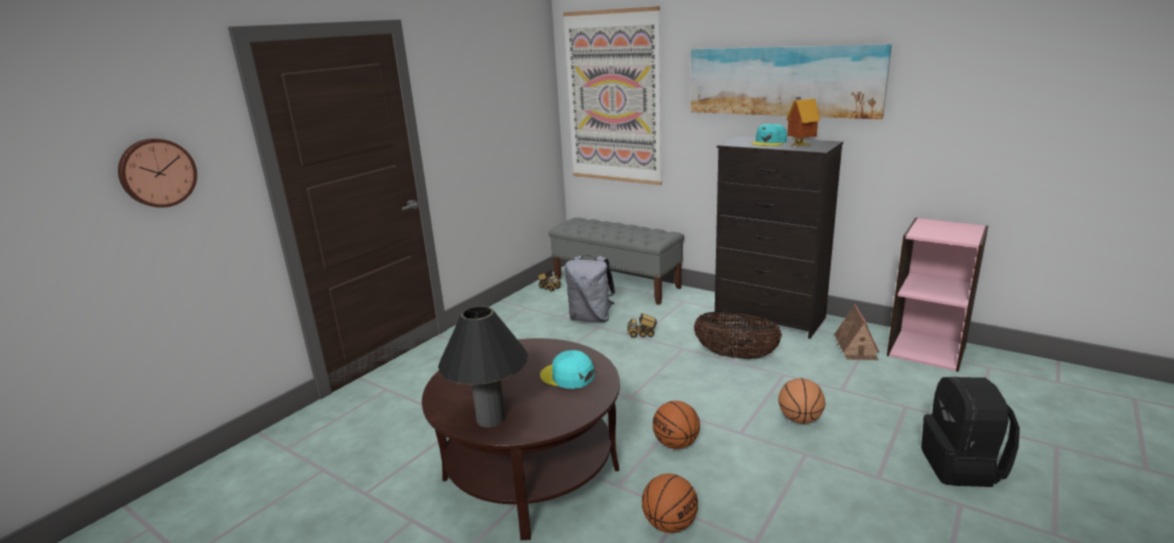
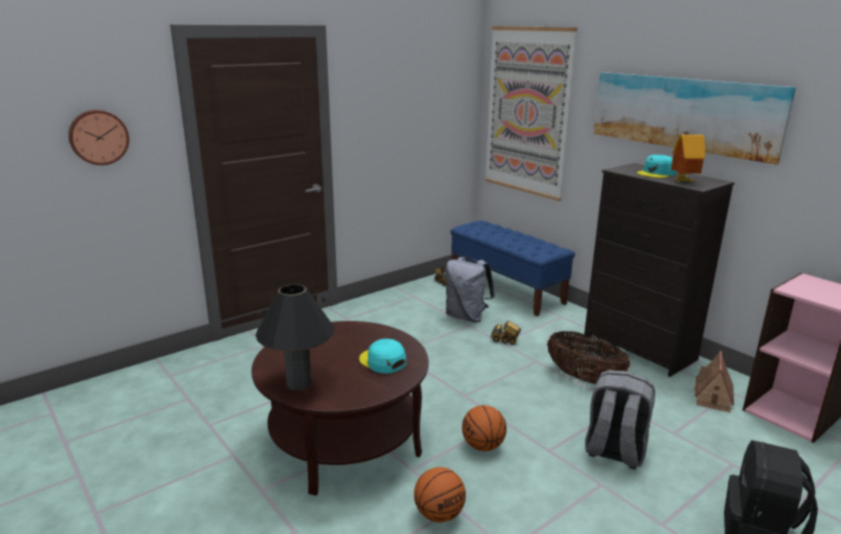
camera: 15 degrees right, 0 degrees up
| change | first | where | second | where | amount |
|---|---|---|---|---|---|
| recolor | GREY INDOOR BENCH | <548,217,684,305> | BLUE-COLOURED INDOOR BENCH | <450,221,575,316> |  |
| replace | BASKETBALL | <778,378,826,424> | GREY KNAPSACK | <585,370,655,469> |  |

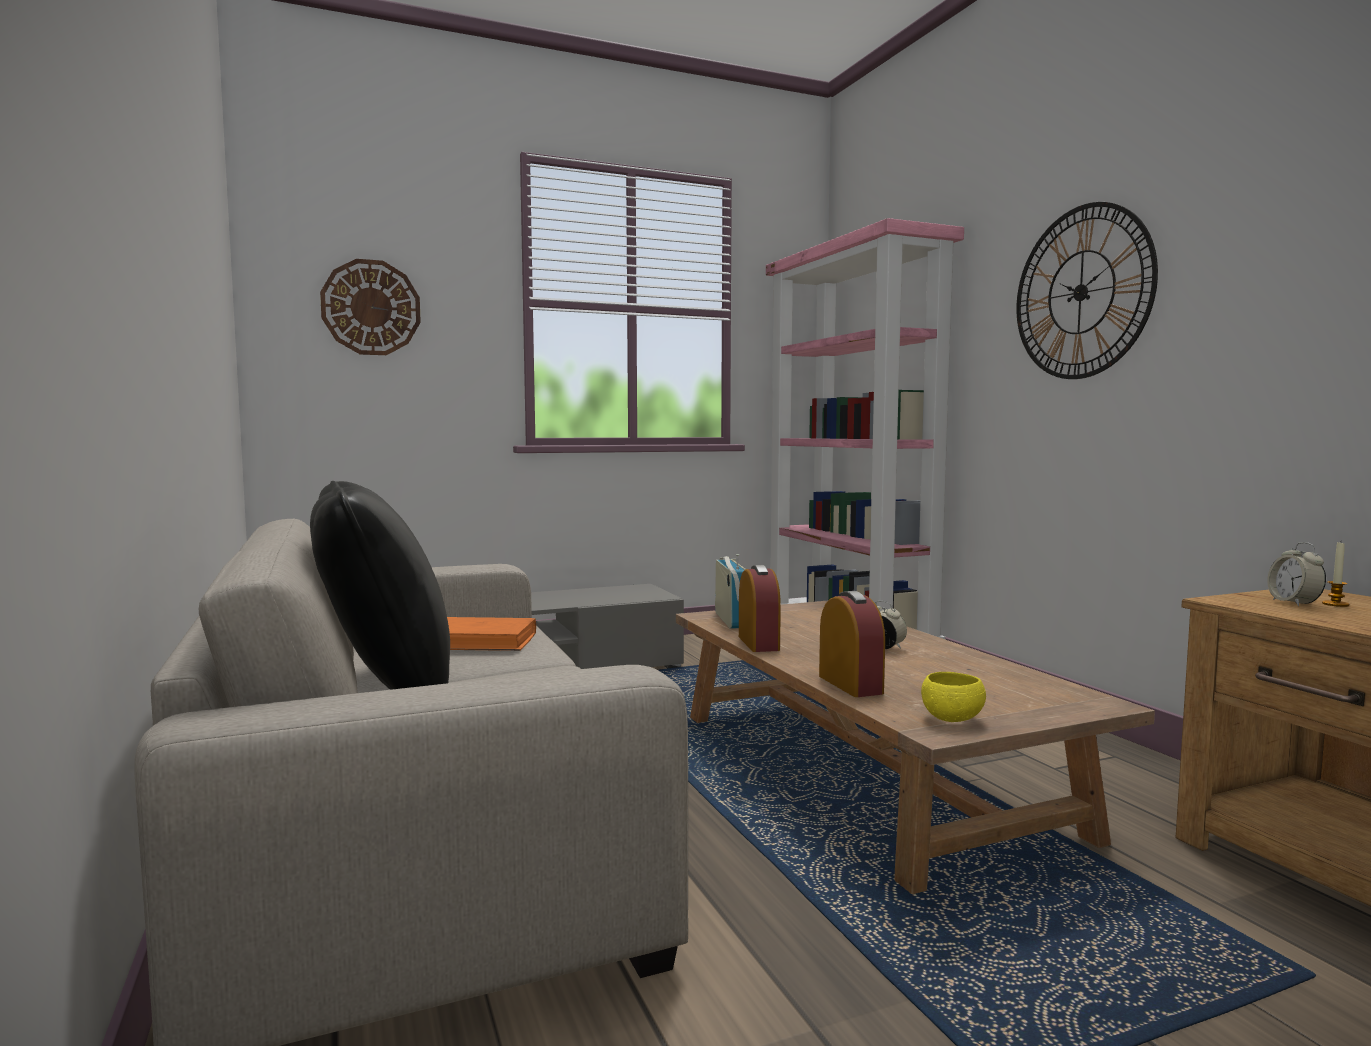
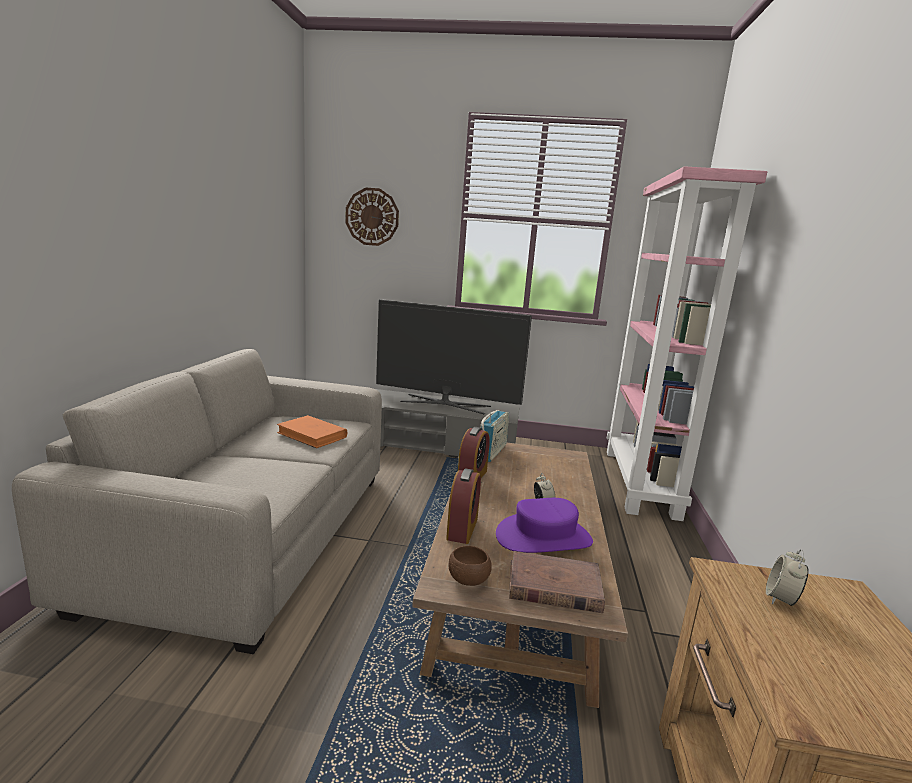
camera: 30 degrees right, 10 degrees up
| change | first | where | second | where | amount |
|---|---|---|---|---|---|
| delete | WALL CLOCK | <1016,202,1158,379> |  |  |  |
| delete | BLACKISH THROW PILLOW | <310,481,450,690> |  |  |  |
| delete | CANDLE | <1322,542,1349,607> |  |  |  |
| recolor | YELLOW BOWL | <921,672,986,722> | BROWNISH BOWL | <449,546,492,586> |  |
| insert |  |  | TV SET | <376,299,532,414> |  |
| insert |  |  | PURPLE-COLOURED HAT | <496,498,593,553> |  |
| insert |  |  | BROWNISH VOLUME | <509,551,605,613> |  |

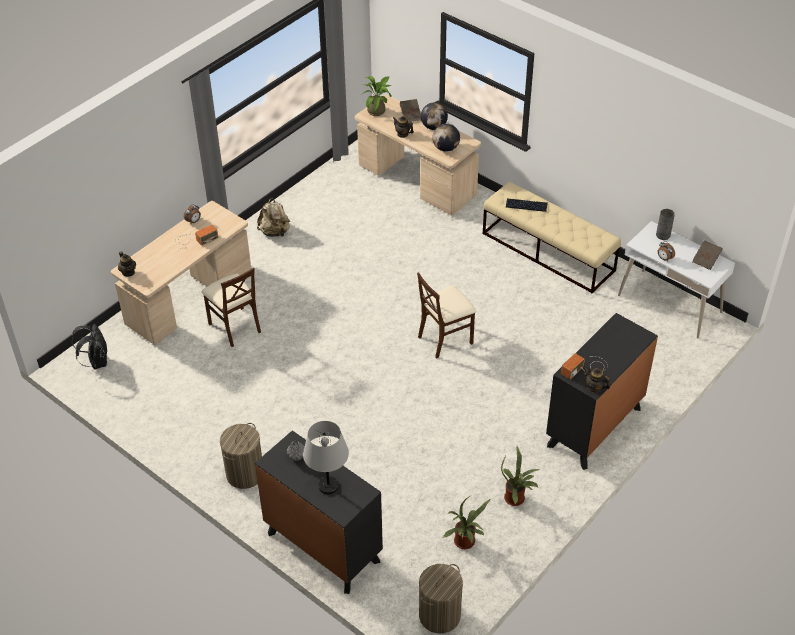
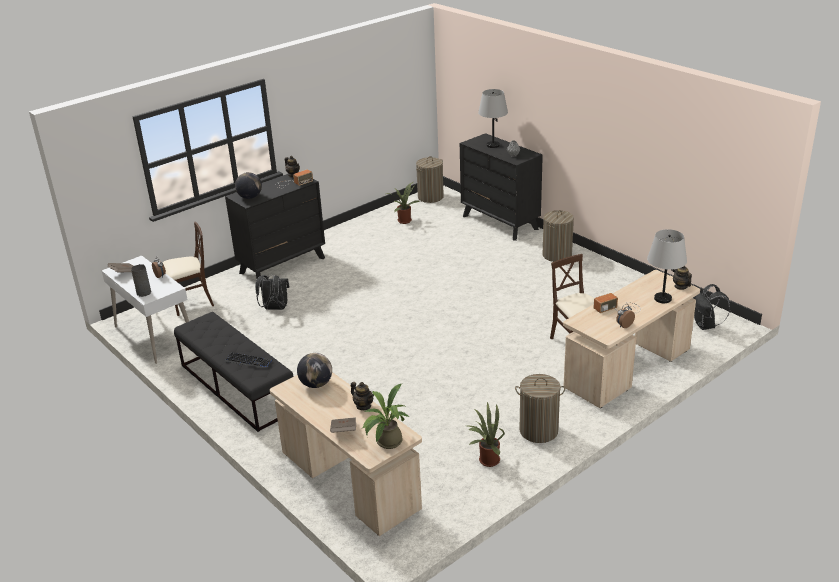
camera: 170 degrees left, 15 degrees down
| change | first | where | second | where | amount |
|---|---|---|---|---|---|
| move | GLOBE | <421,103,448,130> |  | <235,172,262,199> |  |
| recolor | BEIGE INDOOR BENCH | <483,181,621,294> | BLACKISH INDOOR BENCH | <174,312,294,432> |  |
| replace | BEIGE KNAPSACK | <257,198,290,237> | LAUNDRY BASKET | <515,374,565,443> |  |
| move | BEIGE PLAIN CHAIR | <417,272,476,359> |  | <163,222,214,316> |  |
| move | HOUSEPLANT | <501,447,540,506> |  | <468,401,505,467> |  |
| insert |  |  | GREY TABLETOP LAMP | <647,229,687,303> |  |
| insert |  |  | BLACKISH KNAPSACK | <255,275,290,310> |  |

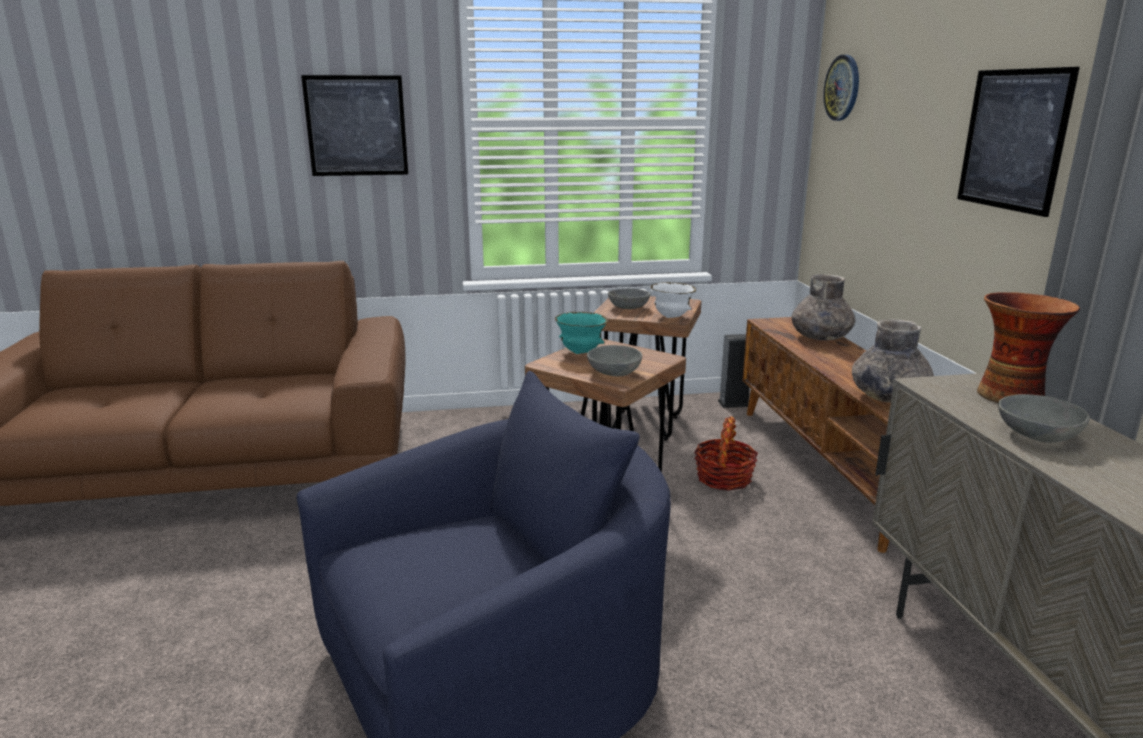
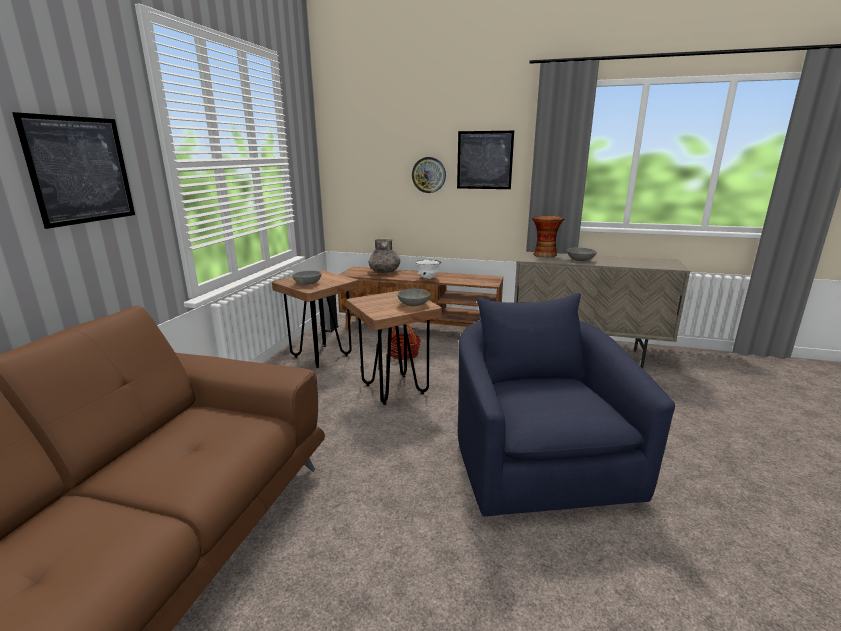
camera: 65 degrees left, 0 degrees up
| change | first | where | second | where | amount |
|---|---|---|---|---|---|
| move | WALL CLOCK | <823,55,859,121> |  | <412,157,446,193> |  |
| move | WHITE BOWL | <650,282,696,318> |  | <416,260,441,279> |  |
| delete | BLUE-GREEN BOWL | <555,312,608,354> |  |  |  |
| delete | GREY DECORATIVE VASE | <852,319,934,403> |  |  |  |

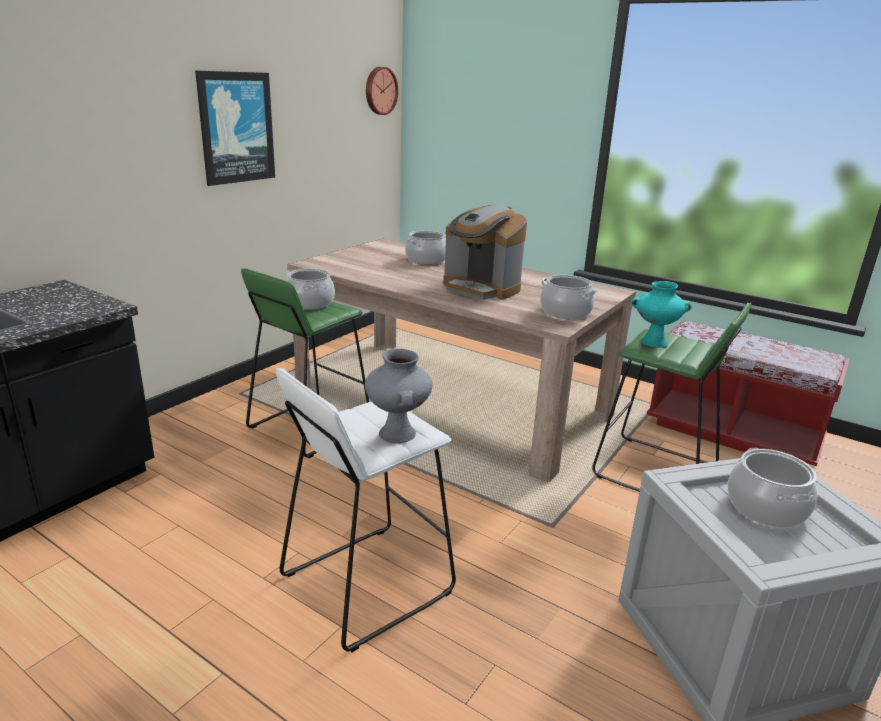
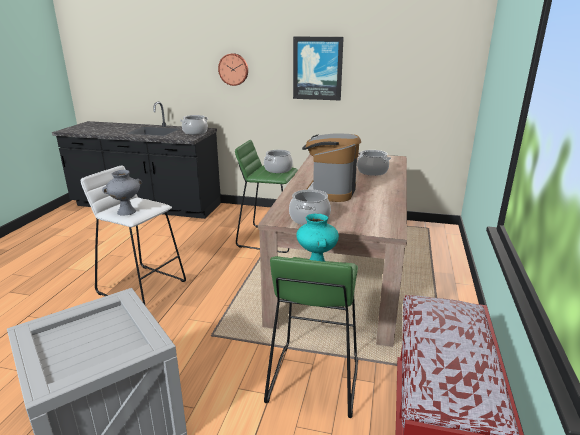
camera: 70 degrees right, 0 degrees up
| change | first | where | second | where | amount |
|---|---|---|---|---|---|
| move | WALL CLOCK | <366,67,398,115> |  | <218,53,248,86> |  |
| move | COOKING POT | <728,448,817,528> |  | <180,115,208,135> |  |

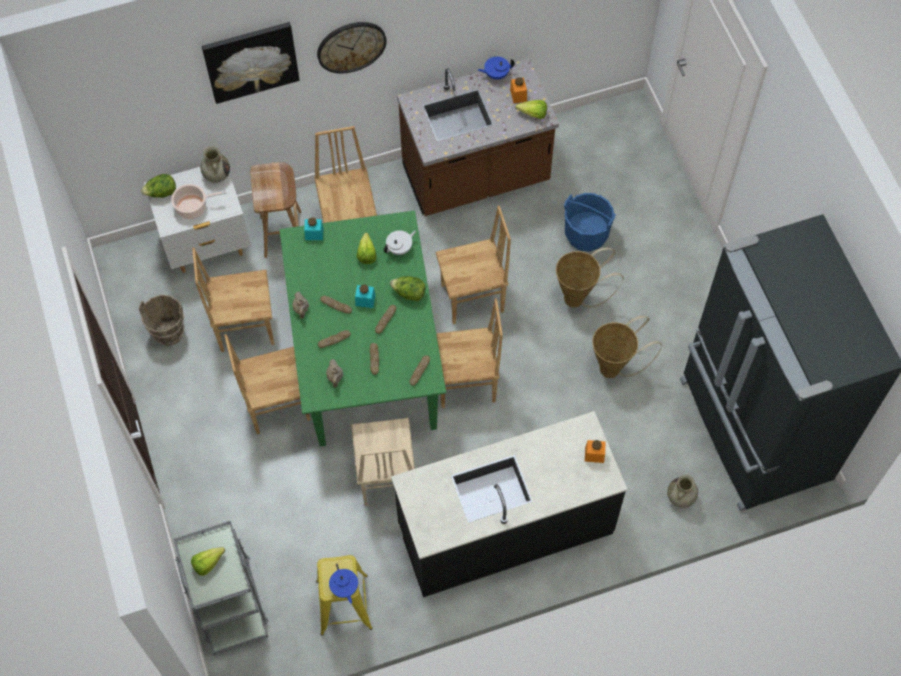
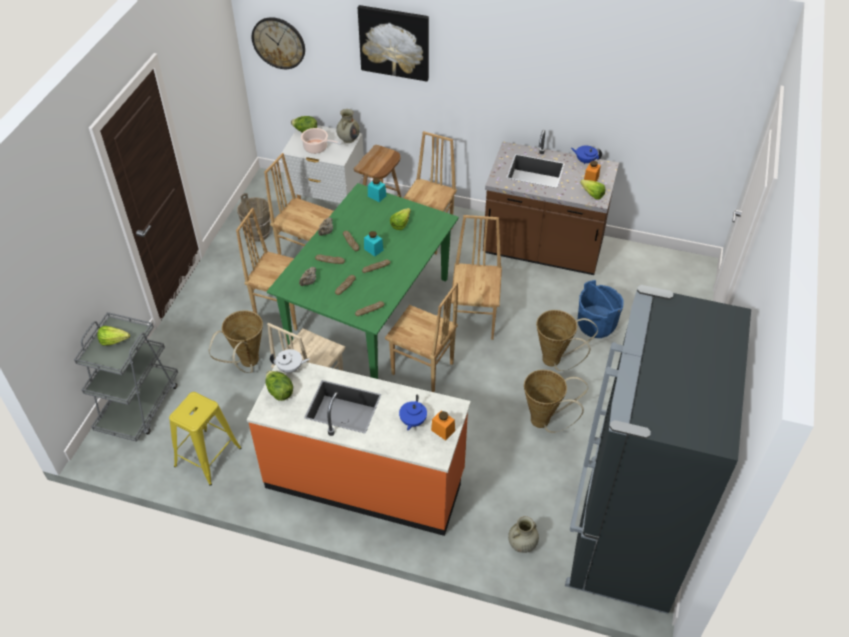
camera: 35 degrees right, 15 degrees down
| change | first | where | second | where | amount |
|---|---|---|---|---|---|
| move | WALL CLOCK | <317,22,387,73> |  | <252,17,305,69> |  |
| rotate | BROWNISH PLAIN CHAIR | <436,206,511,324> |  | <451,215,502,340> | 105 degrees counterclockwise |
| move | WHITE TEAPOT | <384,230,416,255> |  | <270,349,310,374> |  |
| move | LETTUCE HEAD | <390,276,426,301> |  | <266,371,293,401> |  |
| recolor | BLACKISH KITCHEN COUNTER | <391,411,628,597> | ORANGE-COLOURED KITCHEN COUNTER | <247,362,471,536> |  |
| move | BLUE-COLOURED TEAPOT | <329,564,358,604> |  | <399,394,427,430> |  |
| insert |  |  | BASKET | <209,310,263,373> |  |

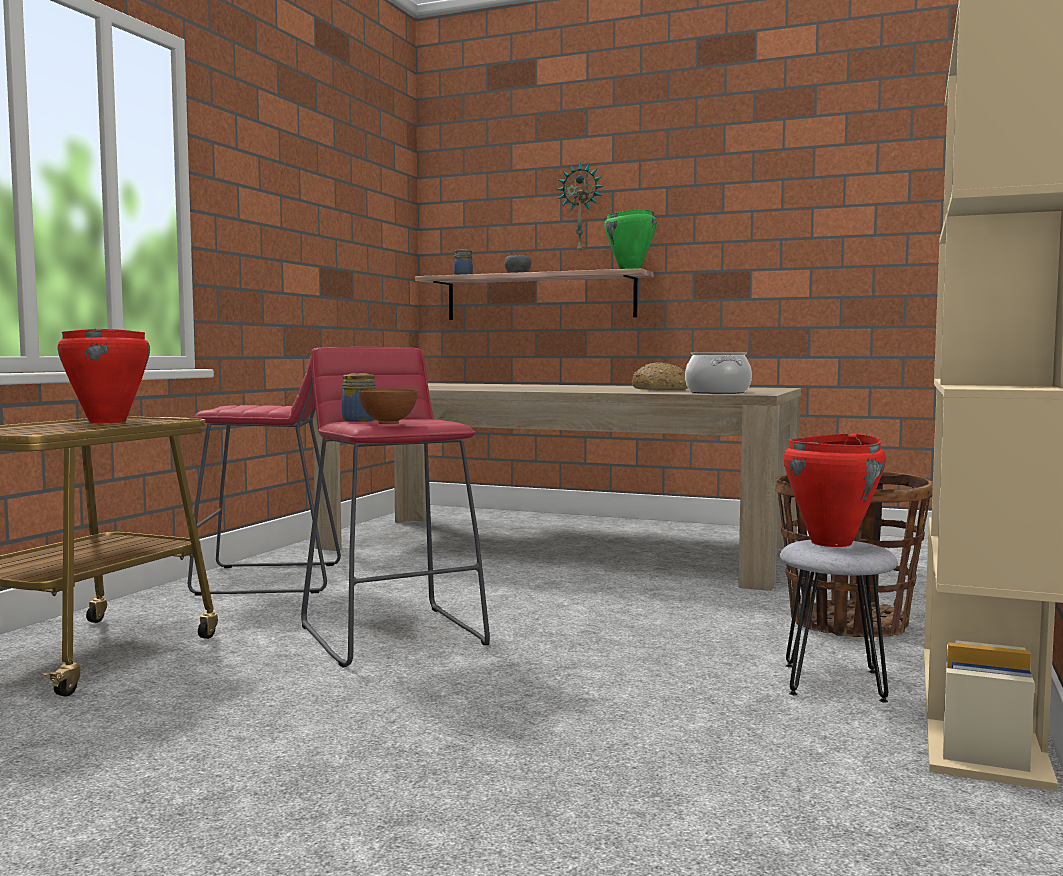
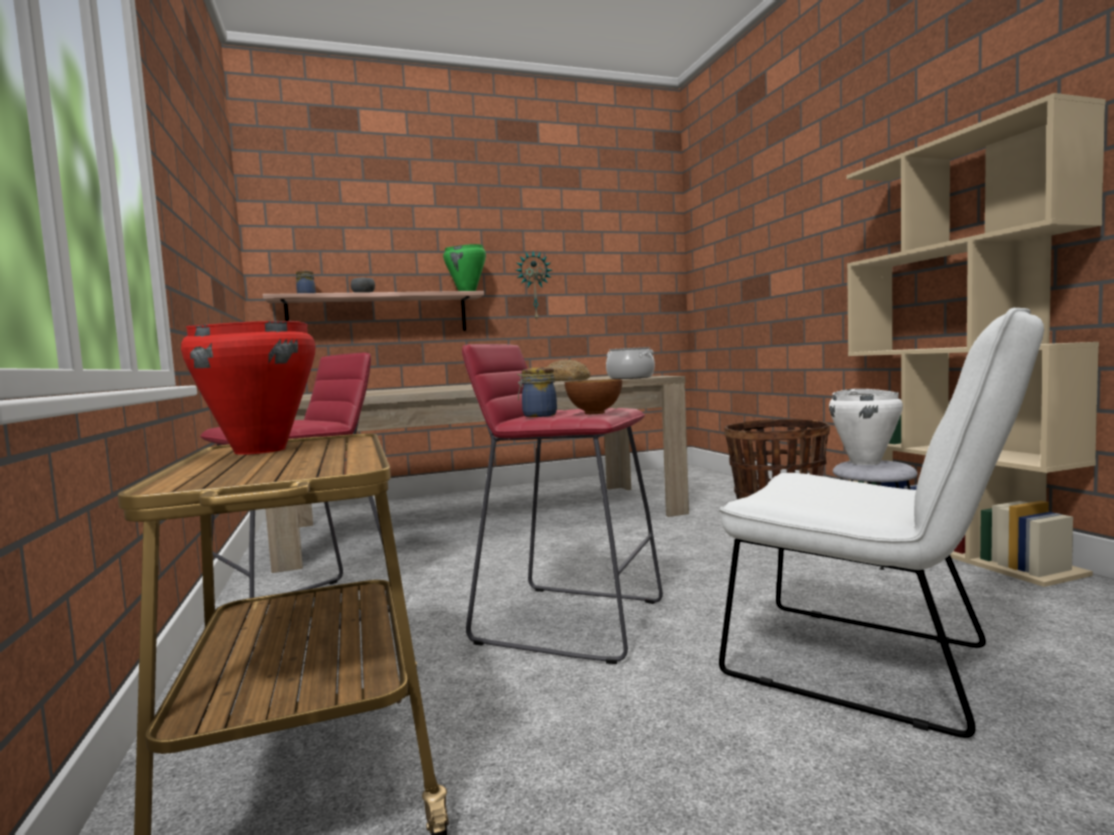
camera: 40 degrees left, 0 degrees up
| change | first | where | second | where | amount |
|---|---|---|---|---|---|
| move | WALL CLOCK | <557,162,603,254> |  | <515,251,552,321> |  |
| recolor | RED COOKING POT | <783,433,886,547> | WHITE COOKING POT | <829,388,903,465> |  |
| insert |  |  | WHITE PLAIN CHAIR | <719,308,1044,738> |  |

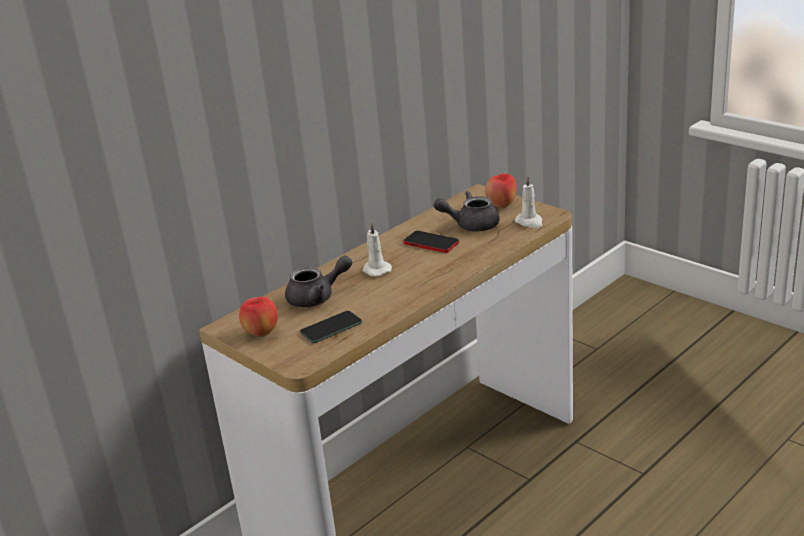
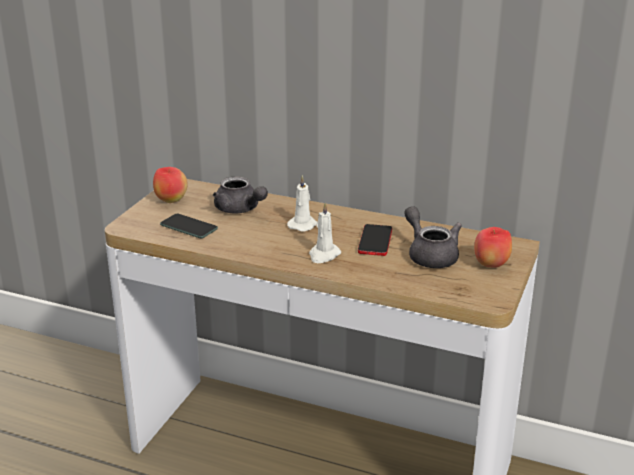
camera: 65 degrees right, 0 degrees up
| change | first | where | second | where | amount |
|---|---|---|---|---|---|
| move | WHITE CANDLE | <515,176,542,228> |  | <309,203,341,263> |  |

